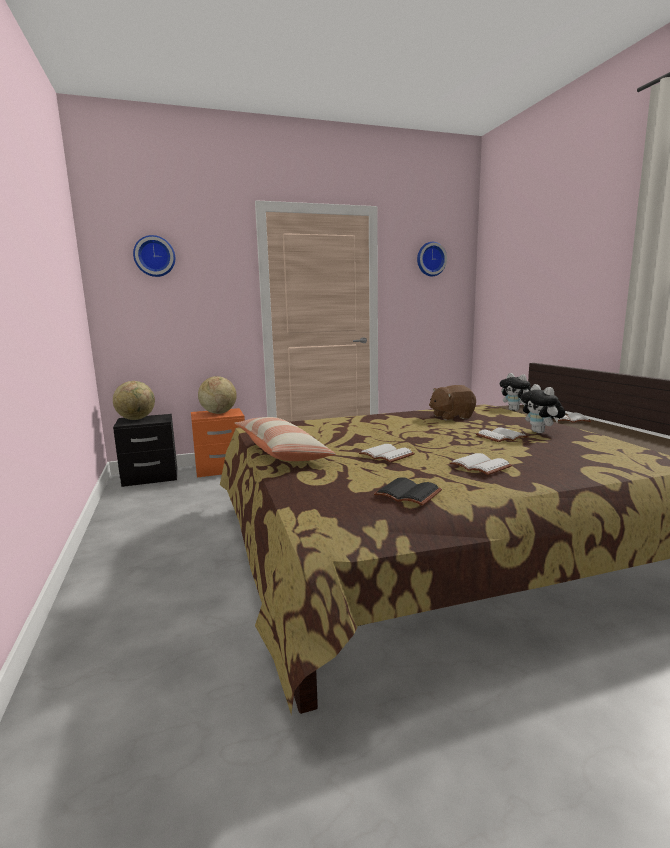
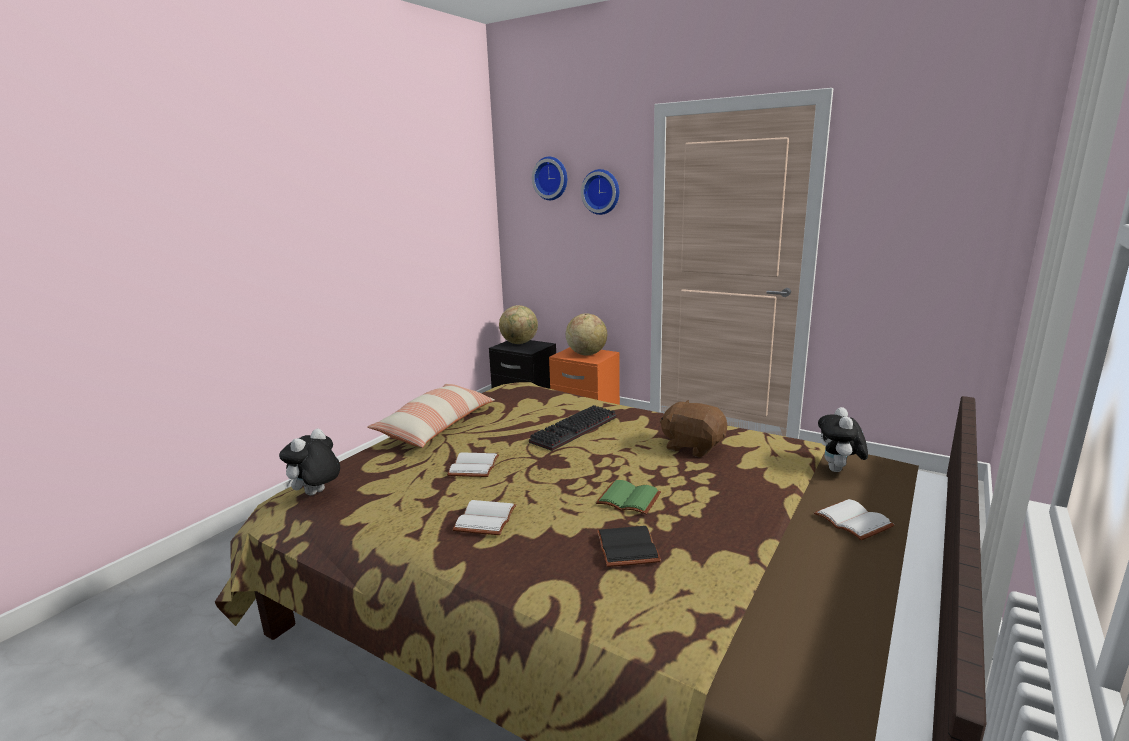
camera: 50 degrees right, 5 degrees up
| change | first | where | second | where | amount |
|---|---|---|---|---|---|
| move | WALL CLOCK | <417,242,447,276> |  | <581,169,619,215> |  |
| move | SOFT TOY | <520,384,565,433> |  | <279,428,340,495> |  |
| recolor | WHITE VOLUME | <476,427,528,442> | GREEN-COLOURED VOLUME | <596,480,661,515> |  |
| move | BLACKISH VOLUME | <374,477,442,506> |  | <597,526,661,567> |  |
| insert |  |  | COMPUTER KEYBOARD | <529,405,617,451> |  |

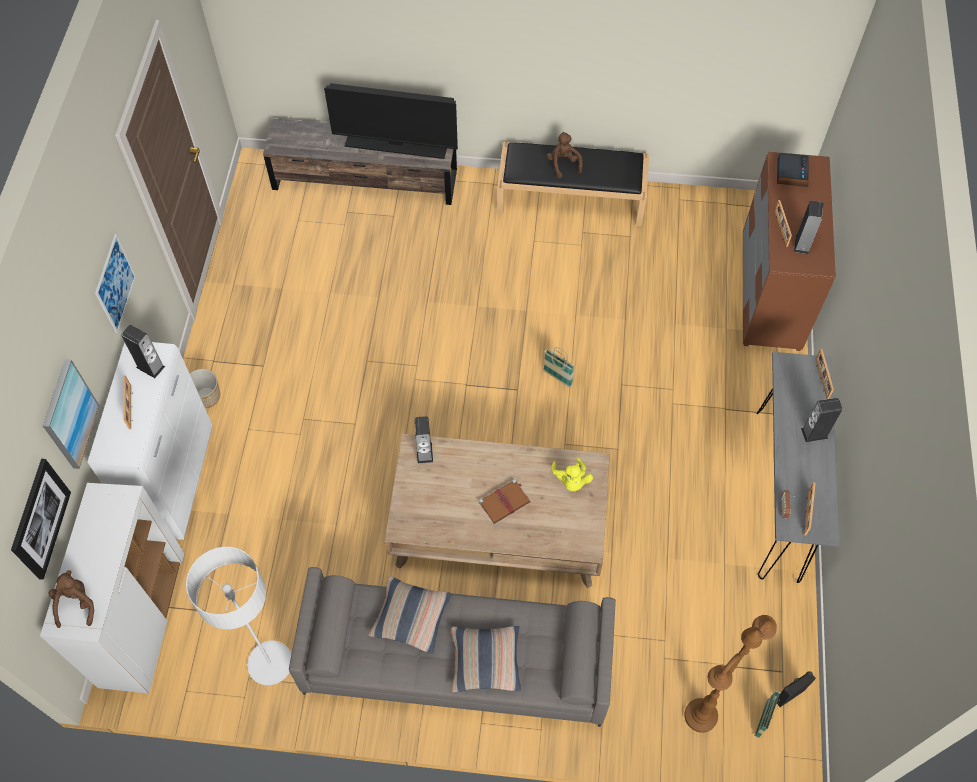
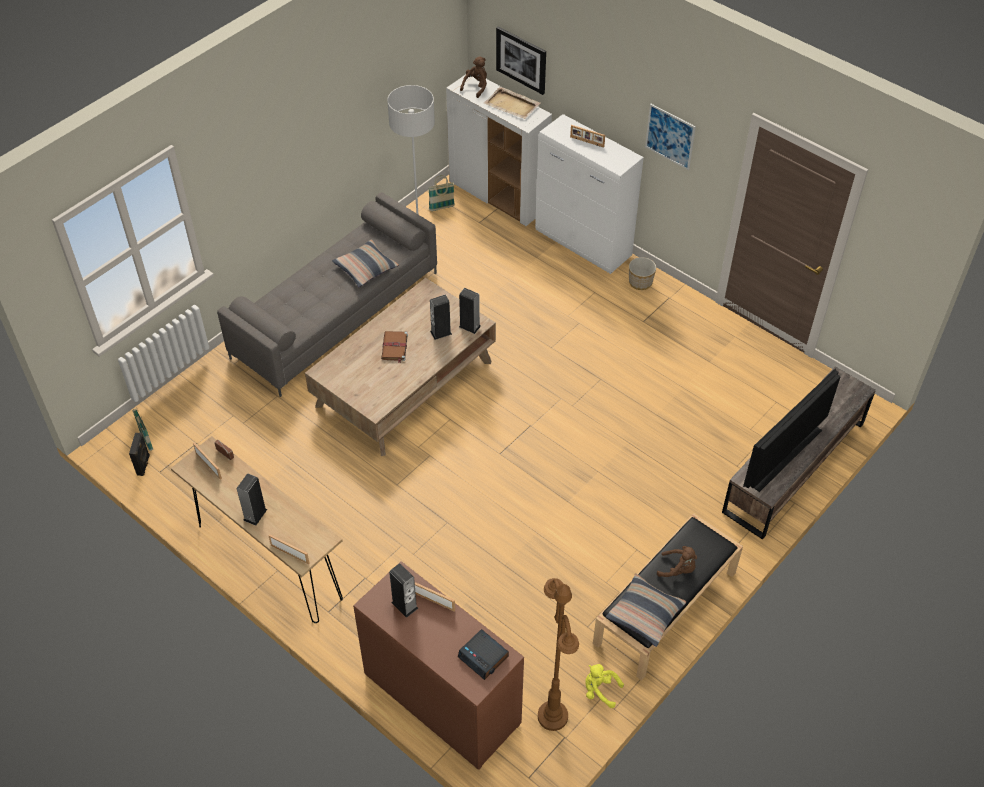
camera: 125 degrees right, 10 degrees down
| change | first | where | second | where | amount |
|---|---|---|---|---|---|
| move | AUDIO SPEAKER | <121,325,165,378> |  | <430,295,452,340> |  |
| move | BASKET | <543,347,574,387> |  | <428,175,455,211> |  |
| recolor | GREY HALL TABLE | <756,352,840,583> | BROWNISH HALL TABLE | <171,436,343,623> |  |
| delete | WALL PICTURE | <43,359,99,469> |  |  |  |
| move | YELLOW SOFT TOY | <551,457,593,491> |  | <585,664,624,708> |  |
| rotate | BROWNISH SOFT TOY | <48,570,94,628> |  | <460,56,487,98> | 90 degrees counterclockwise |
| move | BROWNISH FLOOR LAMP | <684,615,777,733> |  | <538,578,579,731> |  |
| move | THROW PILLOW | <451,626,521,692> |  | <606,574,686,647> |  |
| insert |  |  | BEIGE SERVING TRAY | <484,87,540,119> |  |

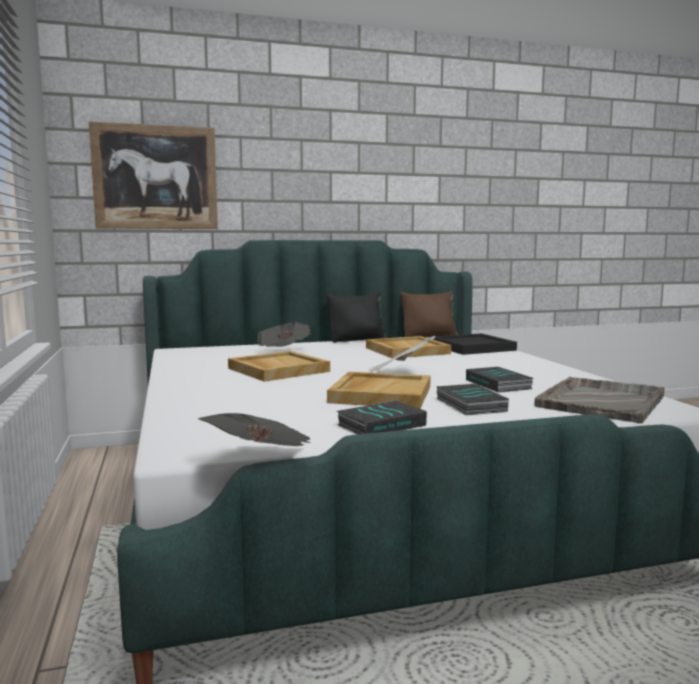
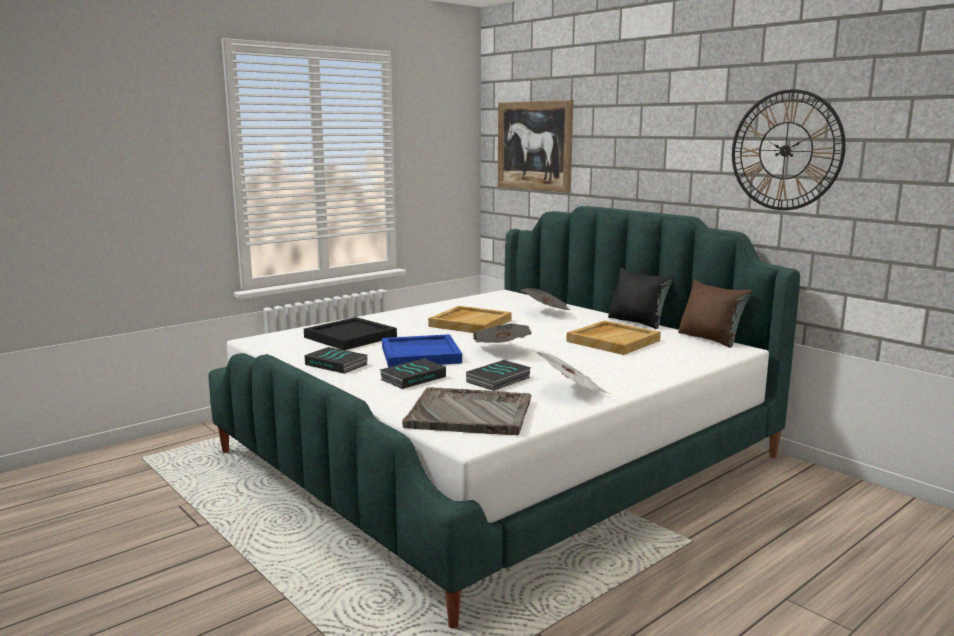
camera: 65 degrees right, 5 degrees up
| change | first | where | second | where | amount |
|---|---|---|---|---|---|
| move | BLACKISH SERVING TRAY | <432,333,517,355> |  | <304,317,397,350> |  |
| recolor | BEIGE SERVING TRAY | <327,372,431,409> | BLUE-COLOURED SERVING TRAY | <382,334,462,367> |  |
| move | DAILY PAPER | <198,413,311,446> |  | <534,351,610,394> |  |
| insert |  |  | WALL CLOCK | <732,89,846,210> |  |

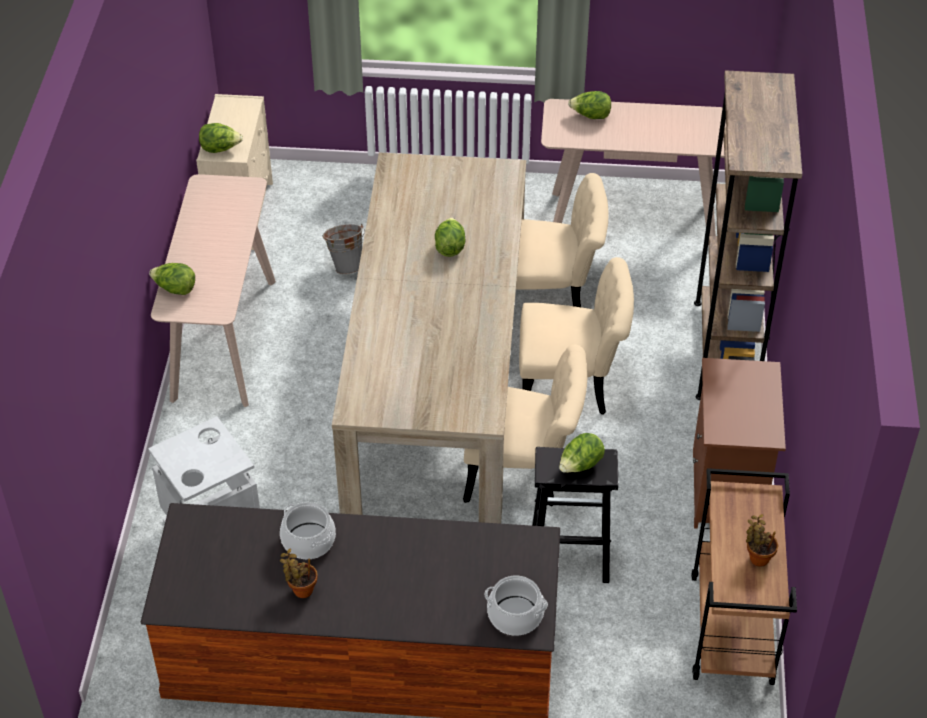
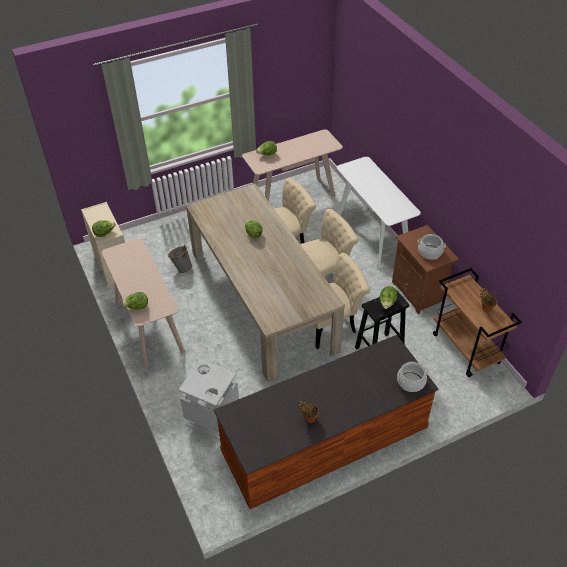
camera: 30 degrees left, 0 degrees up
| change | first | where | second | where | amount |
|---|---|---|---|---|---|
| replace | BROWNISH BOOKSHELF | <694,70,802,400> | WHITE HALL TABLE | <337,157,421,269> |  |
| move | COOKING POT | <280,502,336,559> |  | <418,234,446,259> |  |

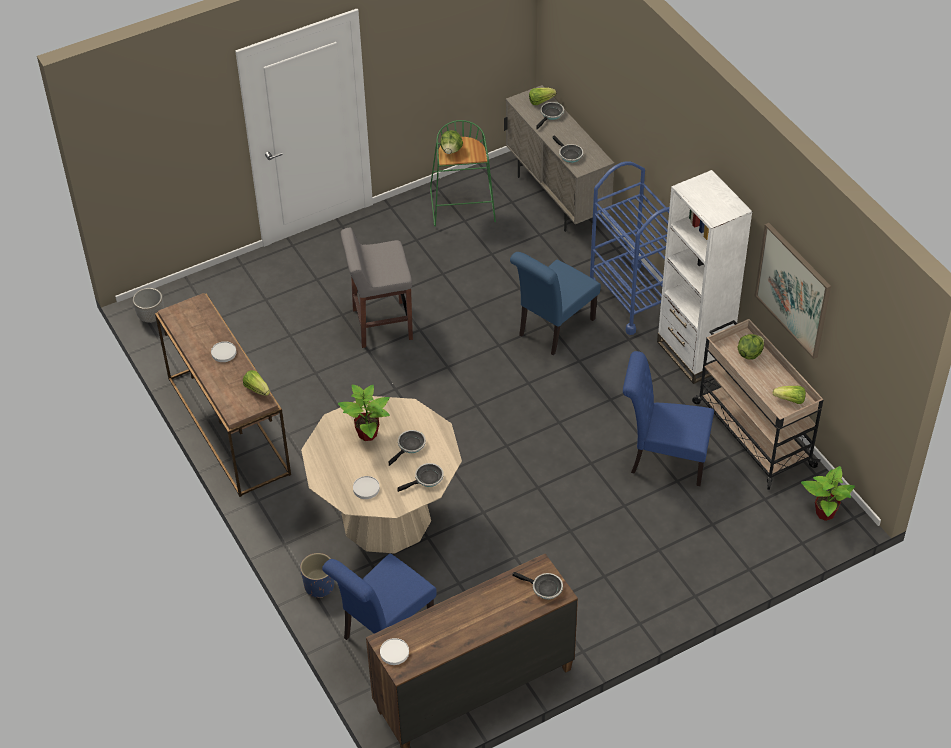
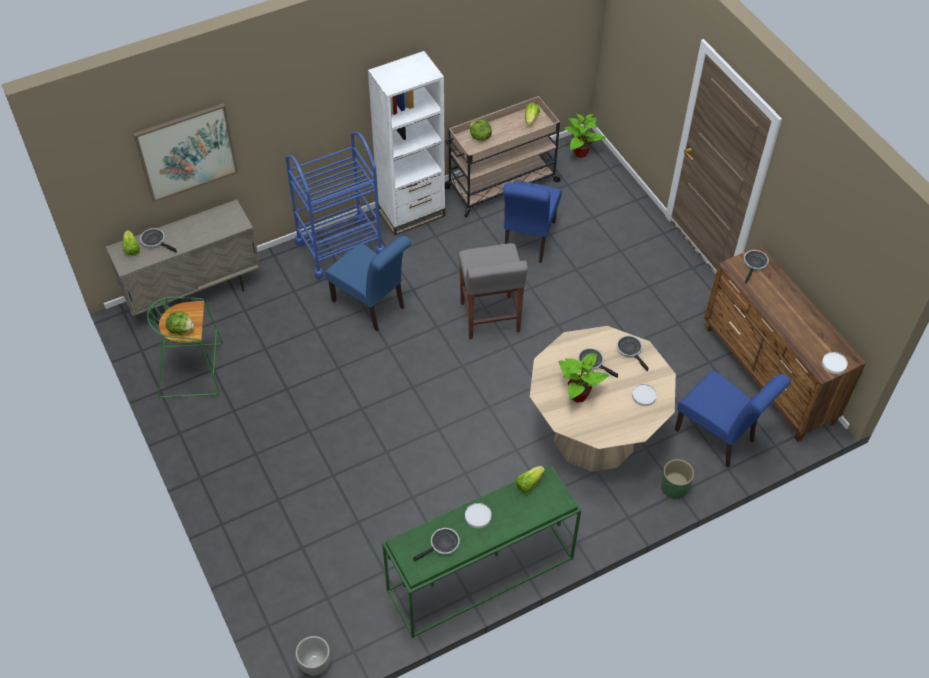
camera: 90 degrees left, 5 degrees up
| change | first | where | second | where | amount |
|---|---|---|---|---|---|
| move | SKILLET | <553,135,583,163> |  | <414,528,460,561> |  |
| move | WALL PICTURE | <755,223,831,359> |  | <133,103,238,203> |  |
| move | GREY STOOL SEAT | <341,227,413,348> |  | <459,243,528,339> |  |
| recolor | BROWNISH HALL TABLE | <155,293,291,497> | GREEN-COLOURED HALL TABLE | <382,465,581,638> |  |
| recolor | BLUE-COLOURED FLOWER POT | <300,553,334,598> | GREEN-COLOURED FLOWER POT | <661,459,694,499> |  |

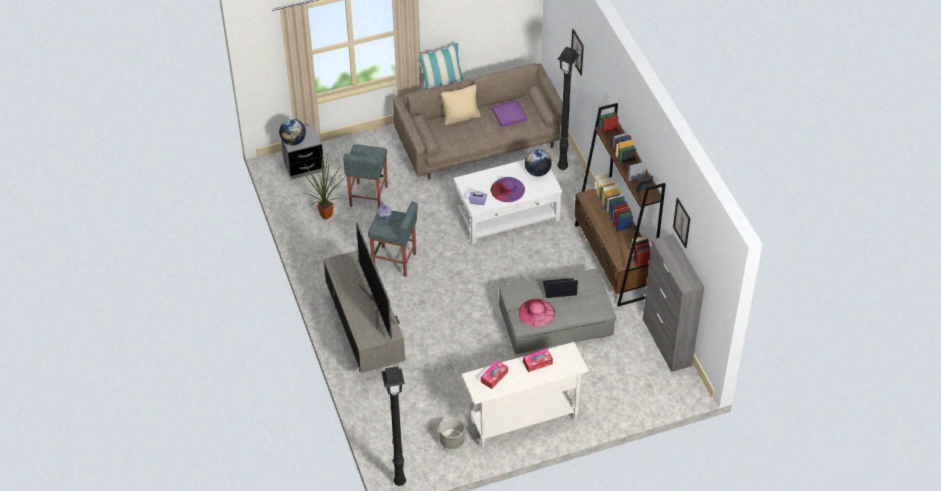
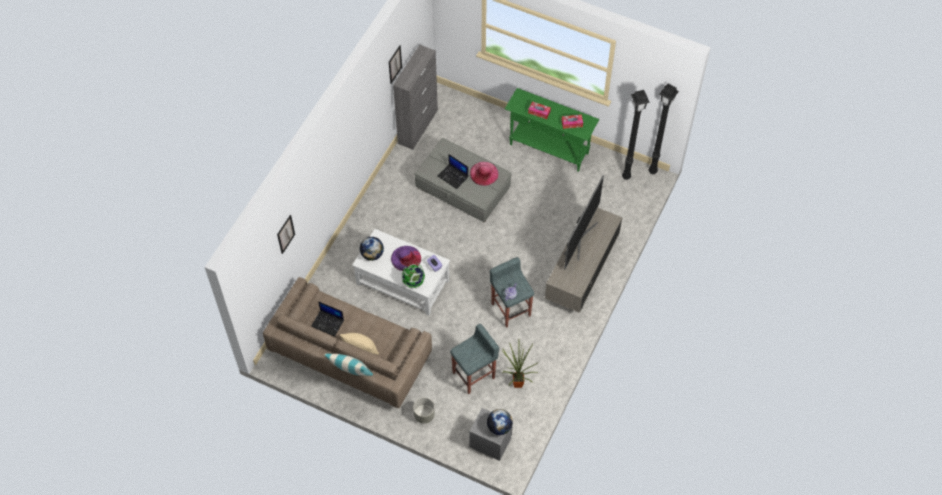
camera: 135 degrees left, 10 degrees up
| change | first | where | second | where | amount |
|---|---|---|---|---|---|
| move | BLACKISH FLOOR LAMP | <557,47,580,170> |  | <622,90,650,180> |  |
| replace | PURPLE-COLOURED SERVING TRAY | <492,100,527,127> | LAPTOP | <311,301,344,336> |  |
| delete | BROWNISH BOOKSHELF | <574,103,666,306> |  |  |  |
| recolor | WHITE HALL TABLE | <461,342,589,448> | GREEN-COLOURED HALL TABLE | <505,88,599,172> |  |
| move | GREY FLOWER POT | <439,417,465,449> |  | <413,398,435,424> |  |
| insert |  |  | GLOBE | <402,263,425,288> |  |

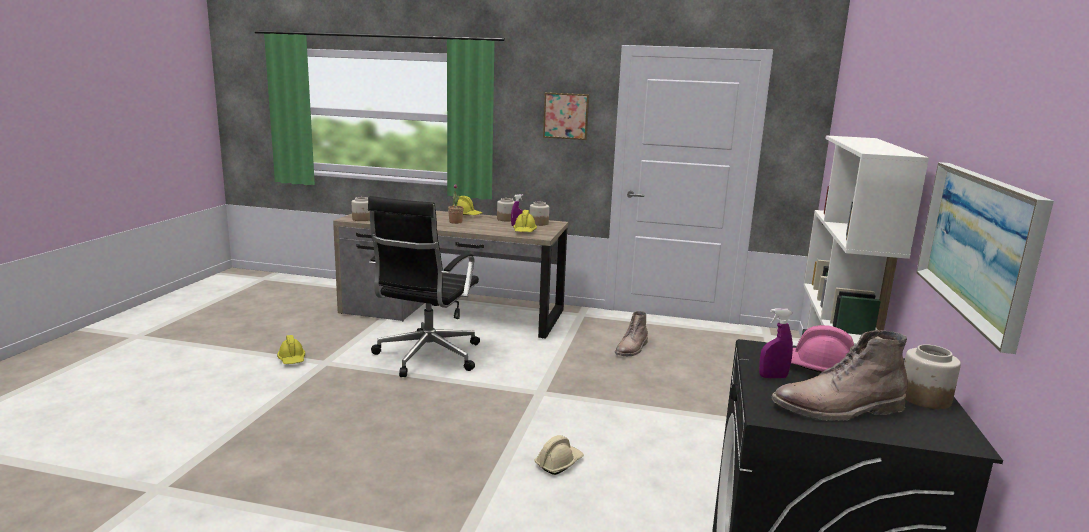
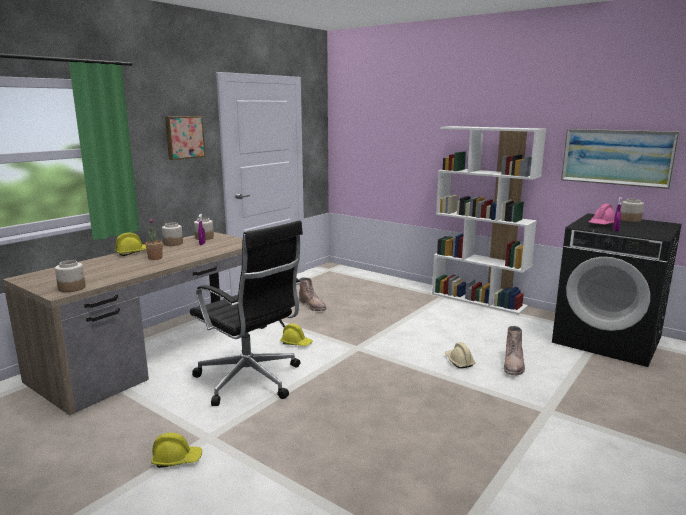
camera: 65 degrees left, 0 degrees up
| change | first | where | second | where | amount |
|---|---|---|---|---|---|
| move | YELLOW WORK HELMET | <513,210,537,232> |  | <280,324,313,346> |  |
| move | BROWNISH TALL BOOT | <772,330,908,421> |  | <503,326,525,376> |  |

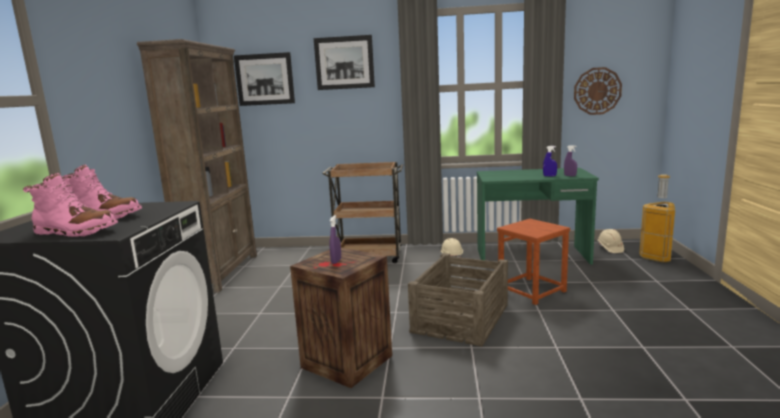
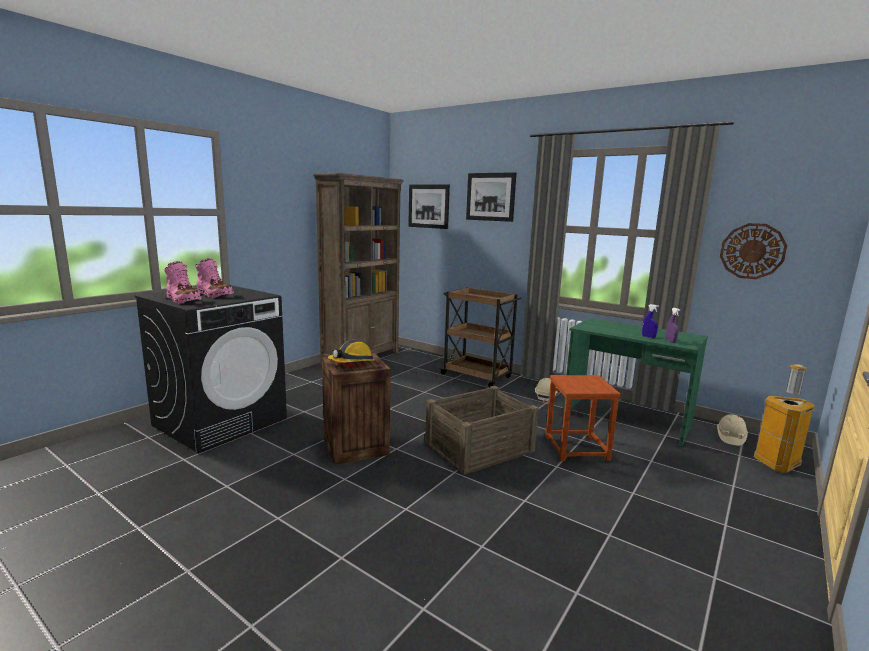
camera: 30 degrees right, 0 degrees up
| change | first | where | second | where | amount |
|---|---|---|---|---|---|
| replace | PURPLE-COLOURED SPRAY BOTTLE | <330,215,341,264> | WORK HELMET | <328,340,375,363> |  |

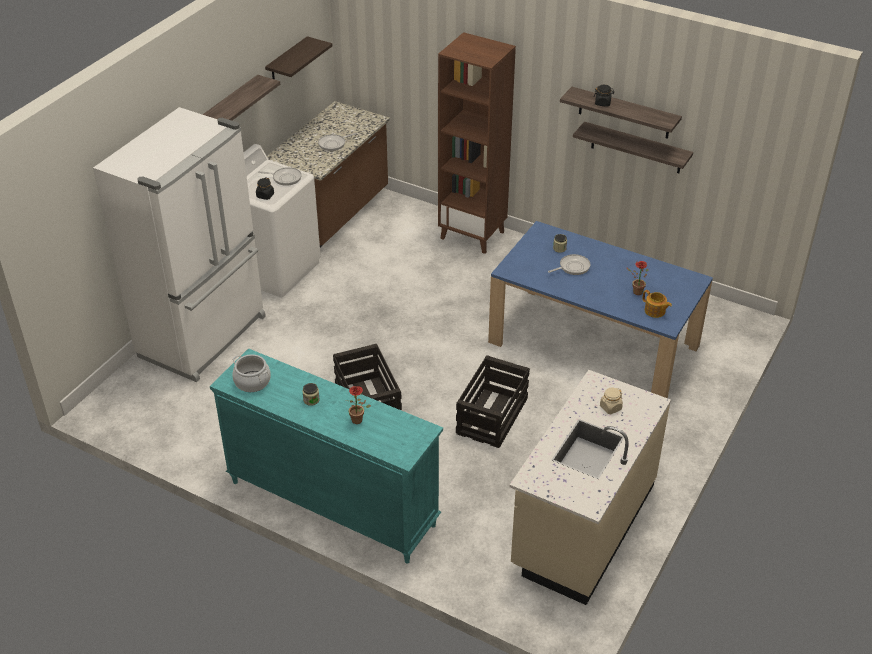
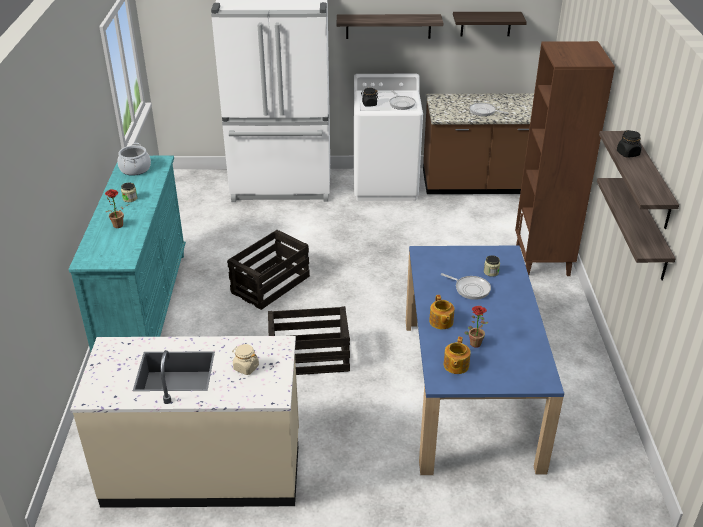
camera: 60 degrees right, 5 degrees down
| change | first | where | second | where | amount |
|---|---|---|---|---|---|
| insert |  |  | TEAPOT | <429,295,454,329> |  |

